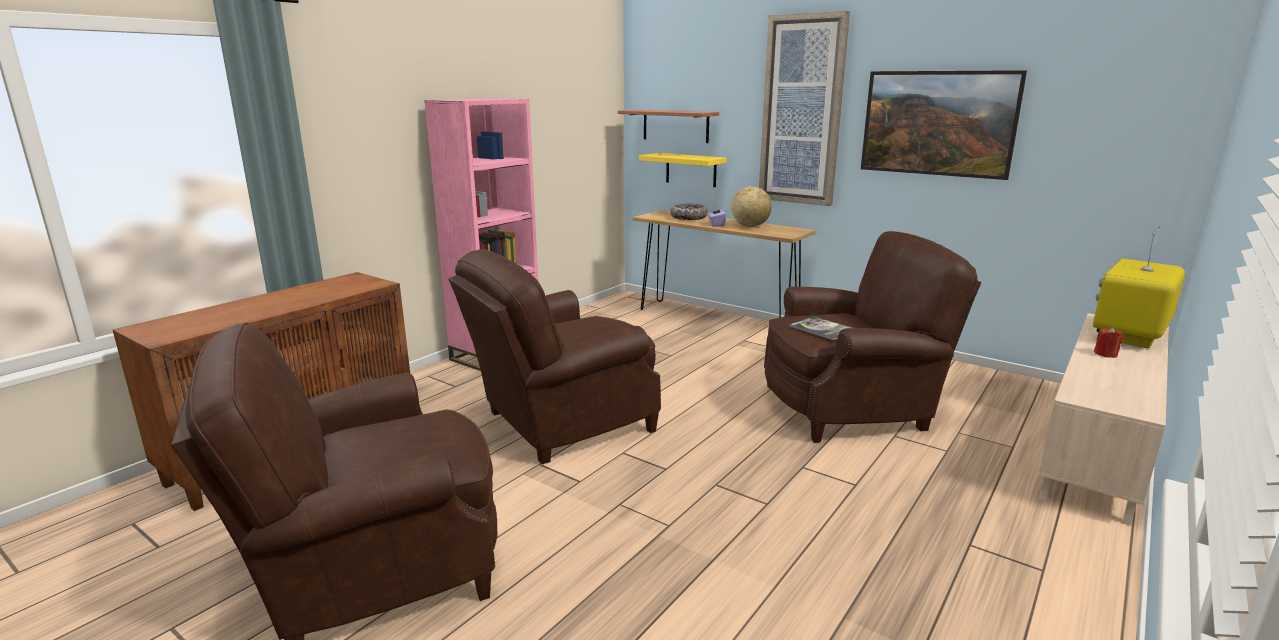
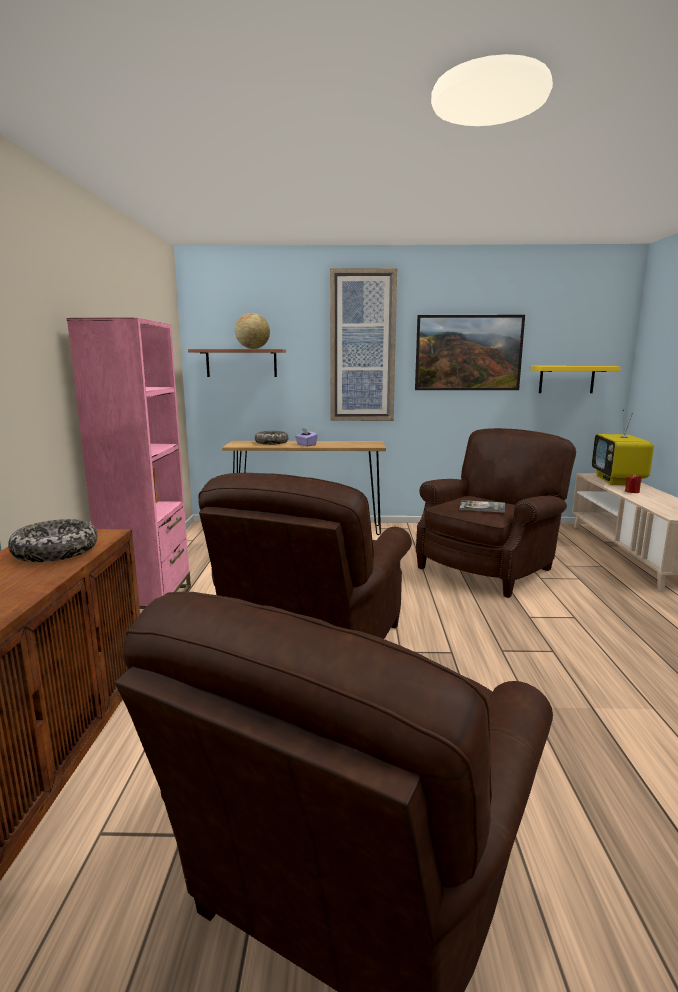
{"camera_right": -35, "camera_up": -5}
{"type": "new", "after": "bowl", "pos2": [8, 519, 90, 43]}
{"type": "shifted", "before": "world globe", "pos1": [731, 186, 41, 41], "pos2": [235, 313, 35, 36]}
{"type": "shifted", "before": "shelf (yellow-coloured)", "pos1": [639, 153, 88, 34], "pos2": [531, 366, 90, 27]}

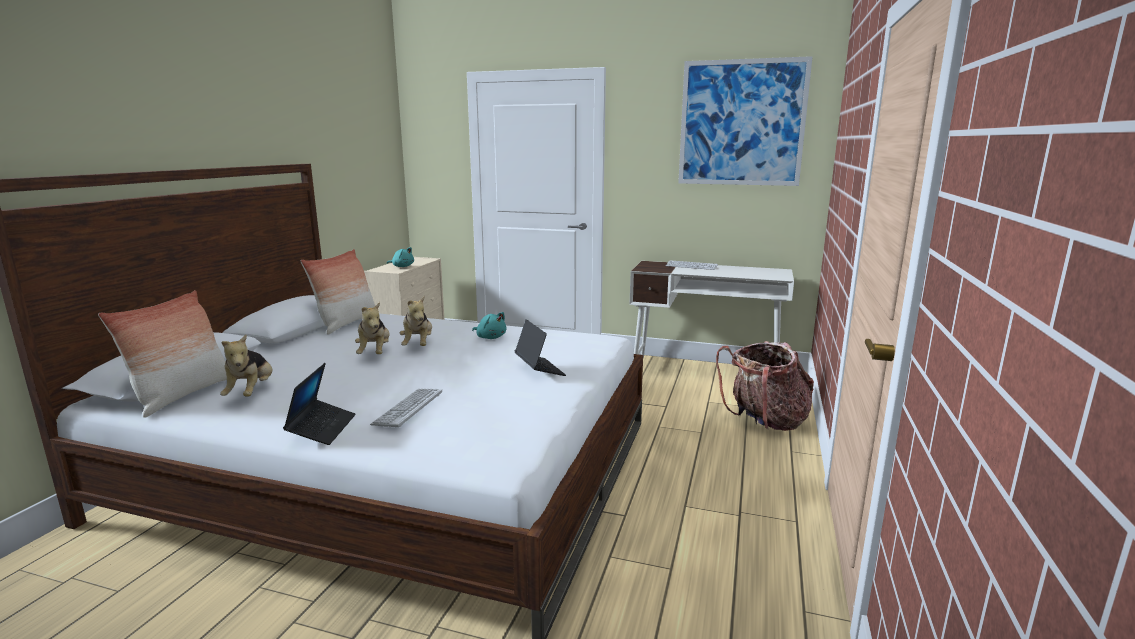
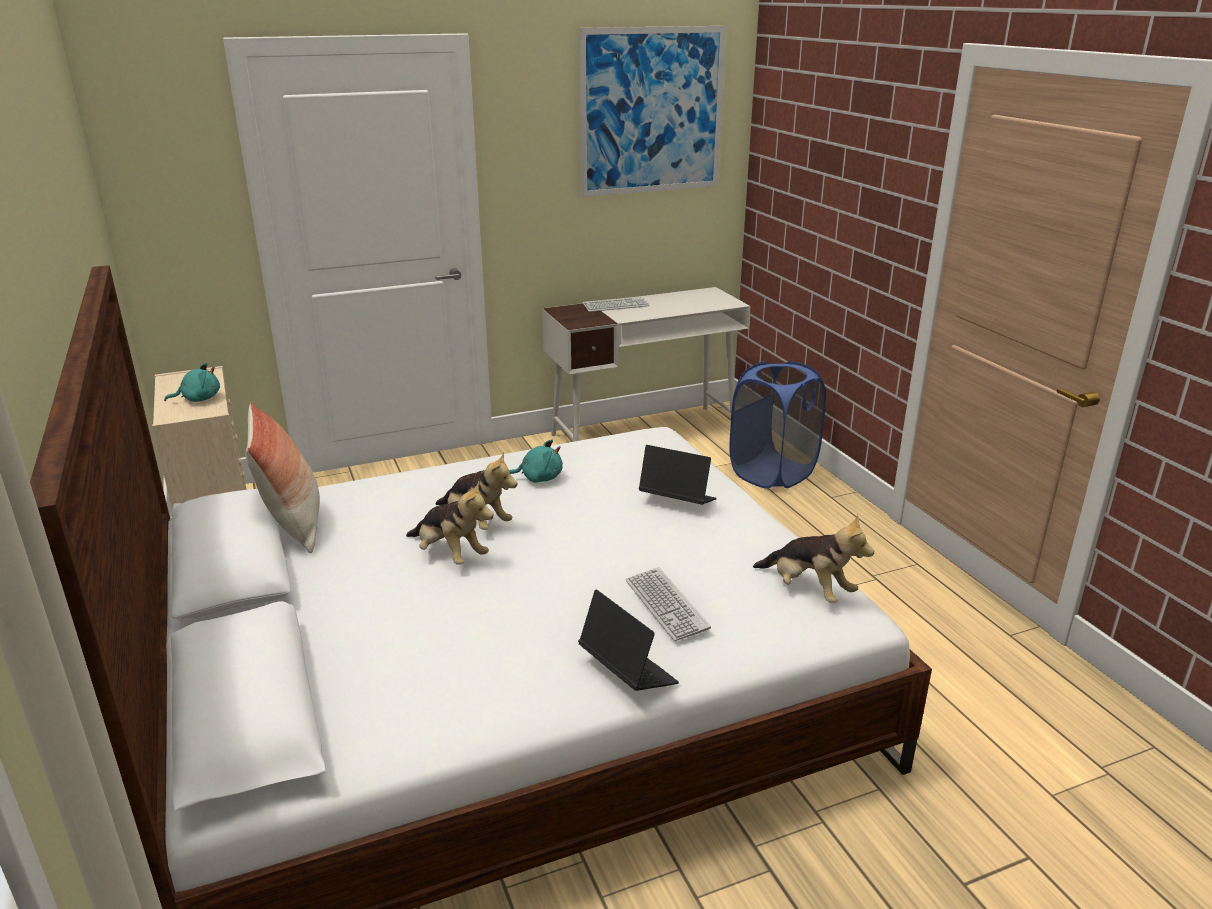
{"camera_right": -40, "camera_up": 10}
{"type": "swapped", "before": "rucksack", "after": "laundry basket (bluish)", "pos1": [716, 341, 98, 90], "pos2": [729, 362, 97, 127]}
{"type": "shifted", "before": "cuddly toy", "pos1": [220, 335, 52, 62], "pos2": [753, 515, 121, 88]}
{"type": "gone", "before": "cushion", "pos1": [98, 290, 129, 128]}

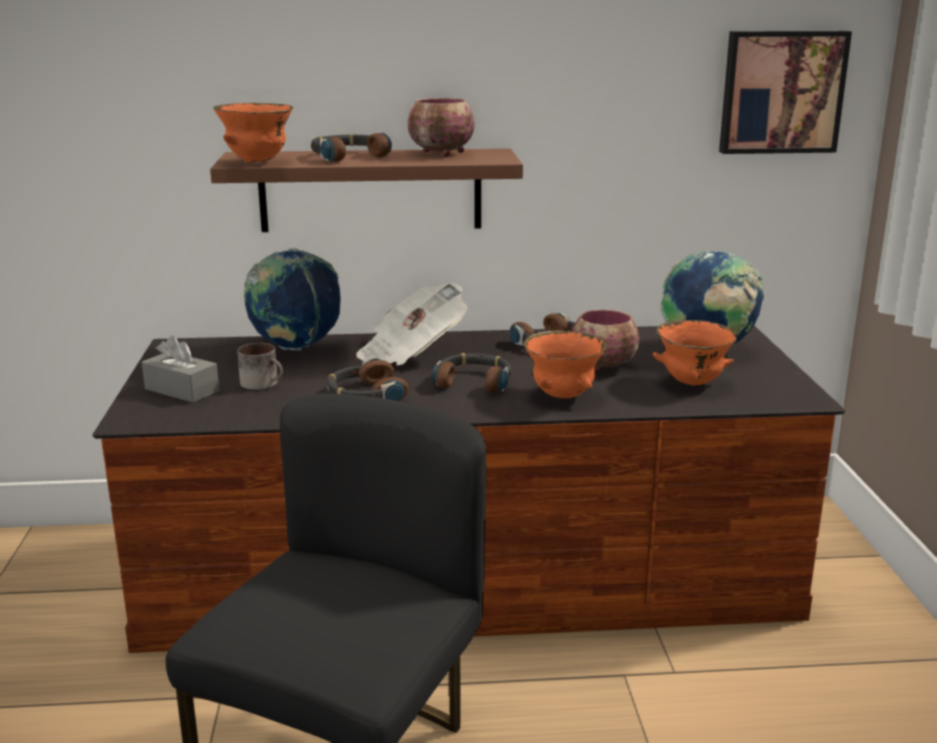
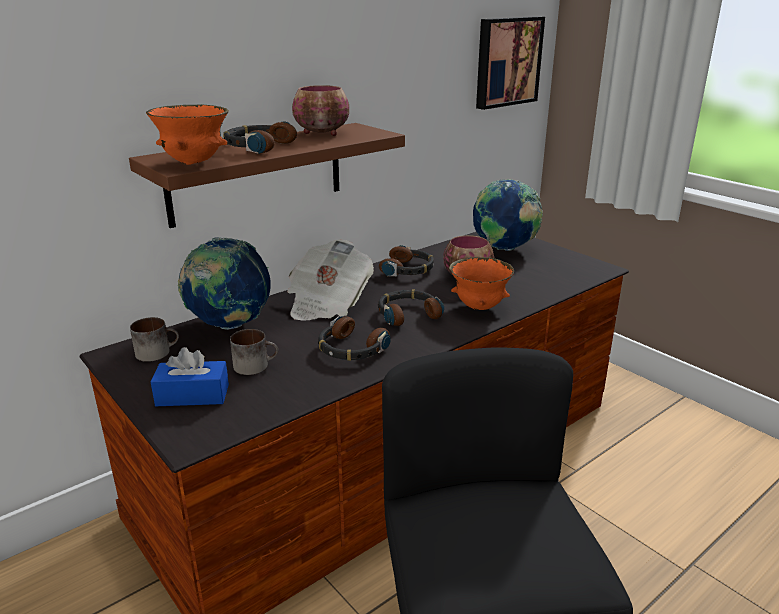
{"camera_right": -35, "camera_up": 5}
{"type": "new", "after": "mug", "pos2": [130, 317, 49, 45]}
{"type": "repainted", "before": "box of tissues (grey)", "after": "box of tissues (bluish)", "pos1": [142, 336, 77, 67], "pos2": [151, 347, 78, 59]}
{"type": "gone", "before": "bowl (orange-coloured)", "pos1": [653, 320, 85, 65]}

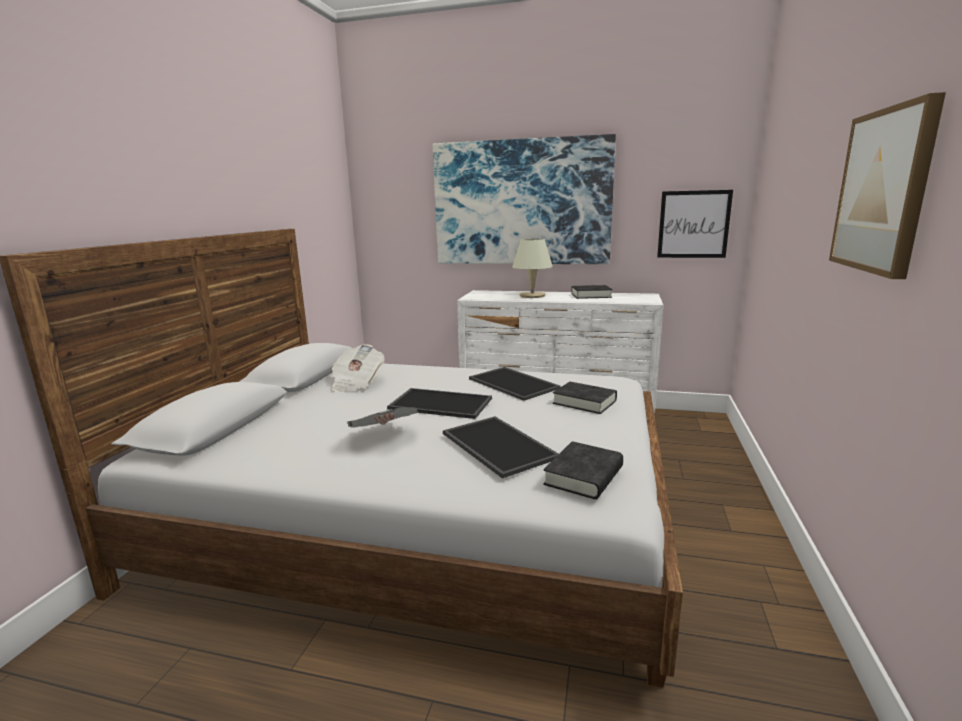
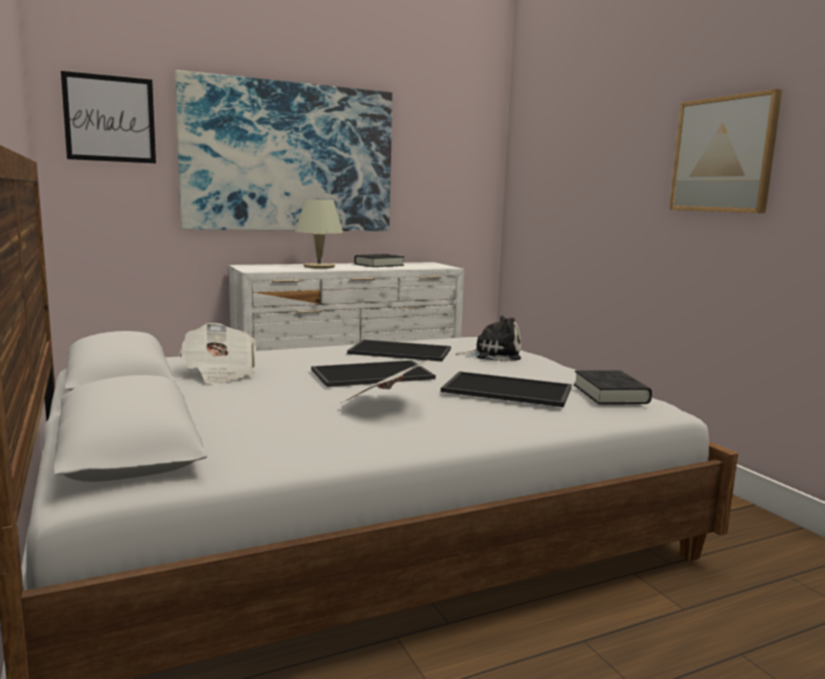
{"camera_right": -40, "camera_up": -5}
{"type": "shifted", "before": "wall art", "pos1": [657, 190, 76, 68], "pos2": [61, 71, 95, 92]}
{"type": "swapped", "before": "bound book (black-coloured)", "after": "cuddly toy", "pos1": [553, 382, 64, 32], "pos2": [456, 316, 65, 46]}

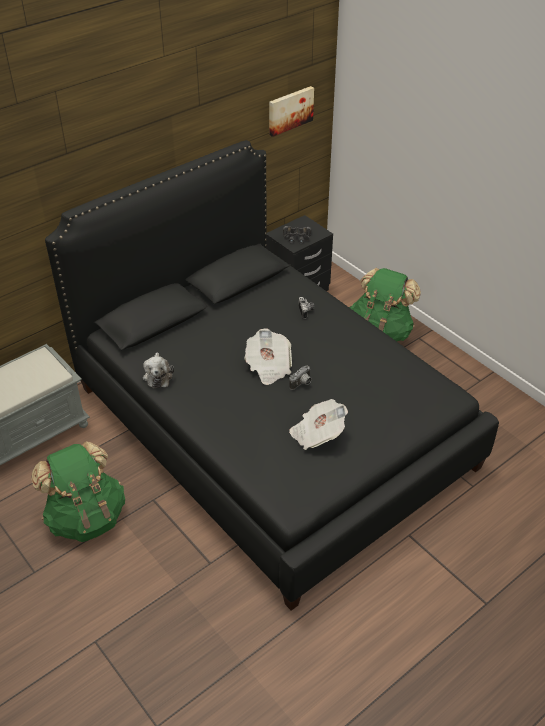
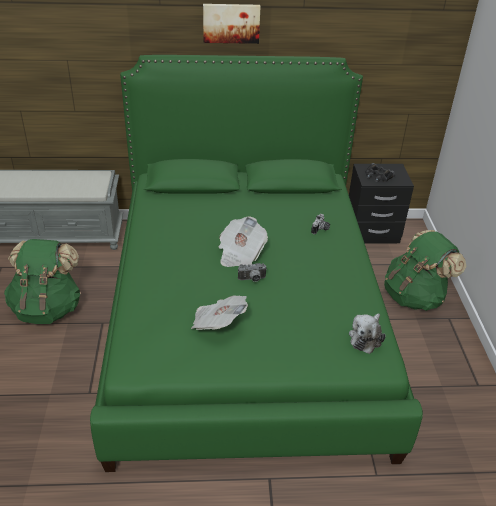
{"camera_right": 35, "camera_up": -5}
{"type": "repainted", "before": "bedroom bed (black-coloured)", "after": "bedroom bed (green-coloured)", "pos1": [45, 140, 454, 471], "pos2": [90, 55, 333, 417]}
{"type": "shifted", "before": "wall art", "pos1": [269, 86, 45, 51], "pos2": [203, 4, 58, 40]}
{"type": "shifted", "before": "cuddly toy", "pos1": [143, 352, 31, 36], "pos2": [349, 313, 37, 41]}

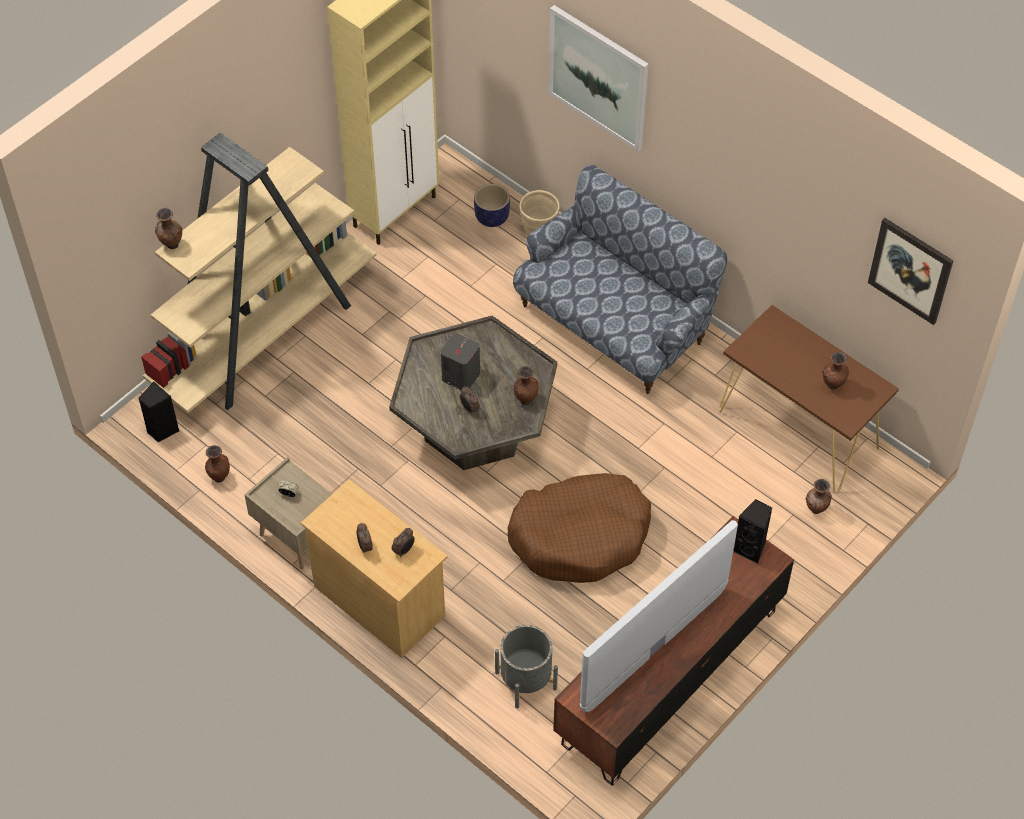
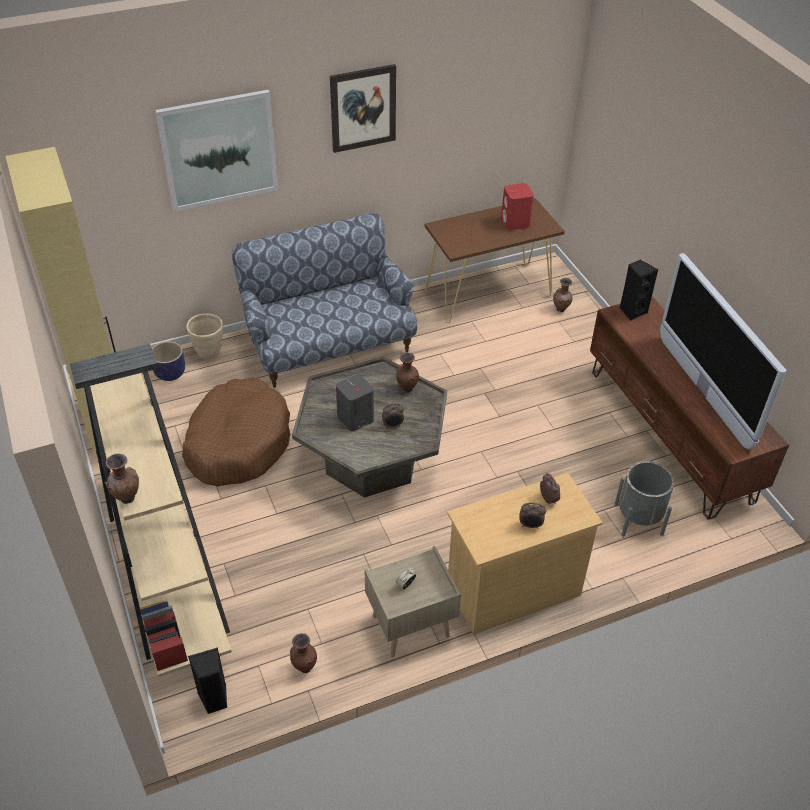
{"camera_right": -65, "camera_up": -10}
{"type": "shifted", "before": "pet bed (brownish)", "pos1": [508, 473, 143, 110], "pos2": [182, 377, 108, 109]}
{"type": "shifted", "before": "wall art", "pos1": [868, 218, 86, 107], "pos2": [330, 64, 66, 89]}
{"type": "swapped", "before": "vase (brownish)", "after": "speaker (red-coloured)", "pos1": [822, 352, 27, 38], "pos2": [501, 183, 33, 47]}

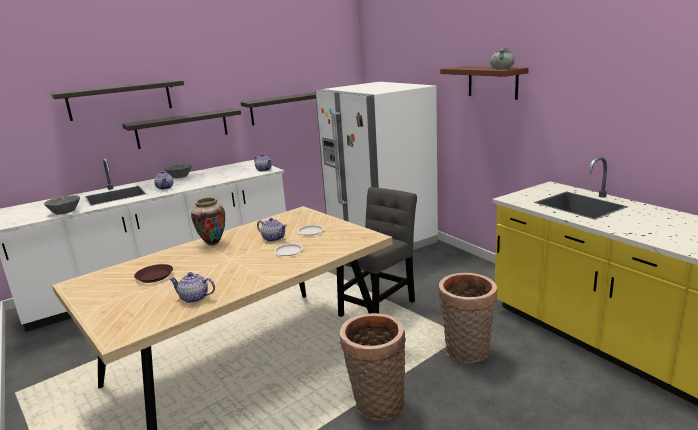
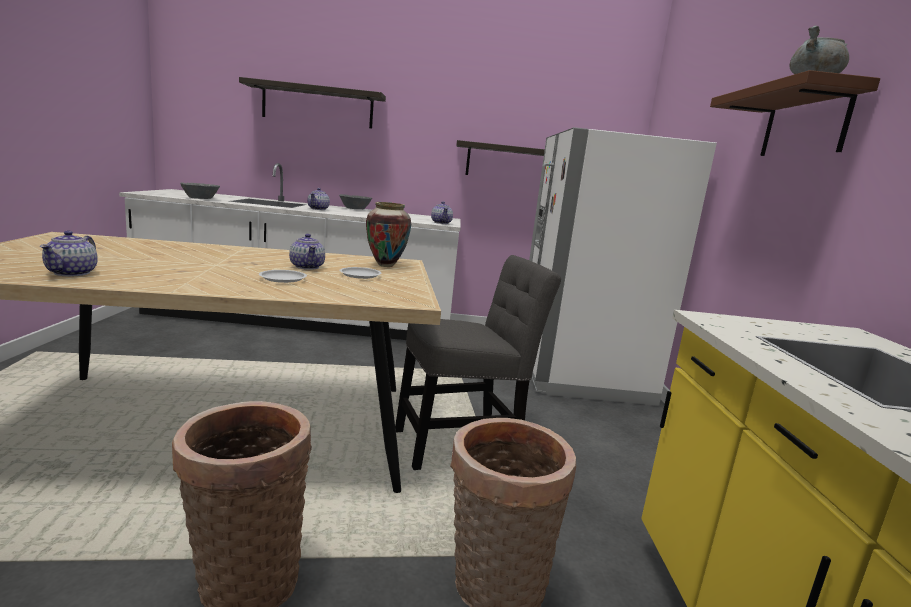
{"camera_right": 30, "camera_up": -5}
{"type": "rotated", "before": "teapot", "pos1": [169, 272, 46, 31], "pos2": [40, 230, 58, 46], "turn": -135}
{"type": "shifted", "before": "vase", "pos1": [191, 198, 34, 48], "pos2": [366, 202, 45, 65]}
{"type": "gone", "before": "shelf", "pos1": [122, 108, 119, 41]}
{"type": "gone", "before": "dinner plate (brownish)", "pos1": [134, 264, 39, 19]}

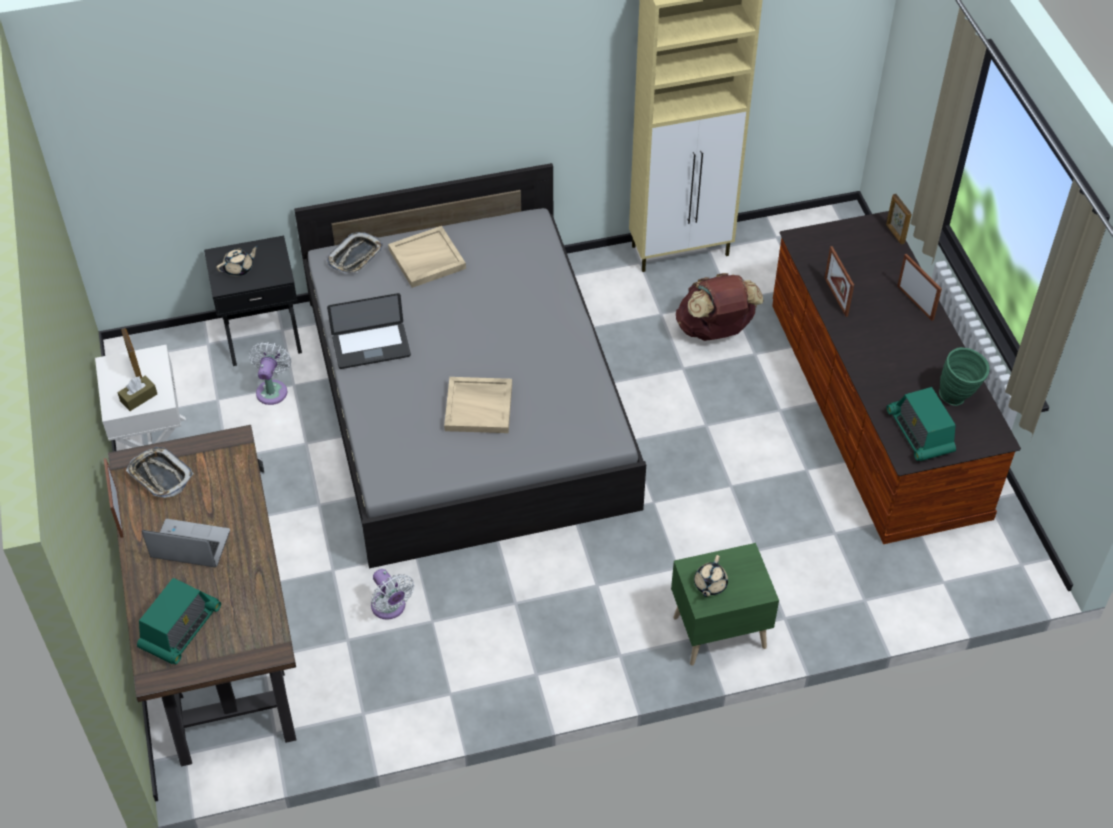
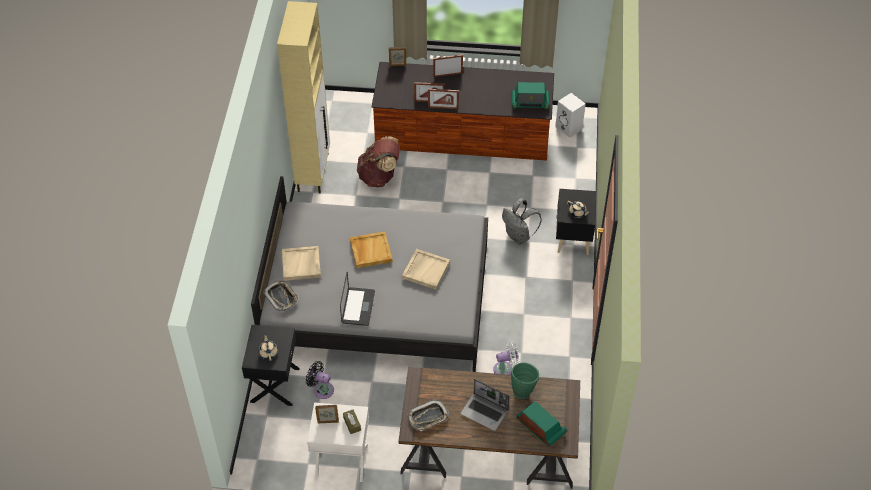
{"camera_right": -70, "camera_up": 0}
{"type": "repainted", "before": "cooling fan (whitish)", "after": "cooling fan (black-coloured)", "pos1": [249, 342, 42, 63], "pos2": [306, 361, 28, 38]}
{"type": "new", "after": "tray (beige)", "pos2": [350, 232, 42, 36]}
{"type": "shifted", "before": "standing frame", "pos1": [104, 458, 19, 80], "pos2": [428, 89, 31, 20]}
{"type": "rotated", "before": "portable computer", "pos1": [142, 519, 88, 48], "pos2": [460, 379, 50, 52], "turn": -90}
{"type": "new", "after": "rucksack (grey)", "pos2": [502, 198, 39, 46]}
{"type": "shifted", "before": "vase (green-coloured)", "pos1": [939, 347, 51, 59], "pos2": [511, 362, 28, 37]}
{"type": "new", "after": "speaker (whitish)", "pos2": [555, 93, 31, 45]}
{"type": "repainted", "before": "bedside table (green-coloured)", "after": "bedside table (black-coloured)", "pos1": [671, 543, 108, 123], "pos2": [556, 189, 40, 66]}

